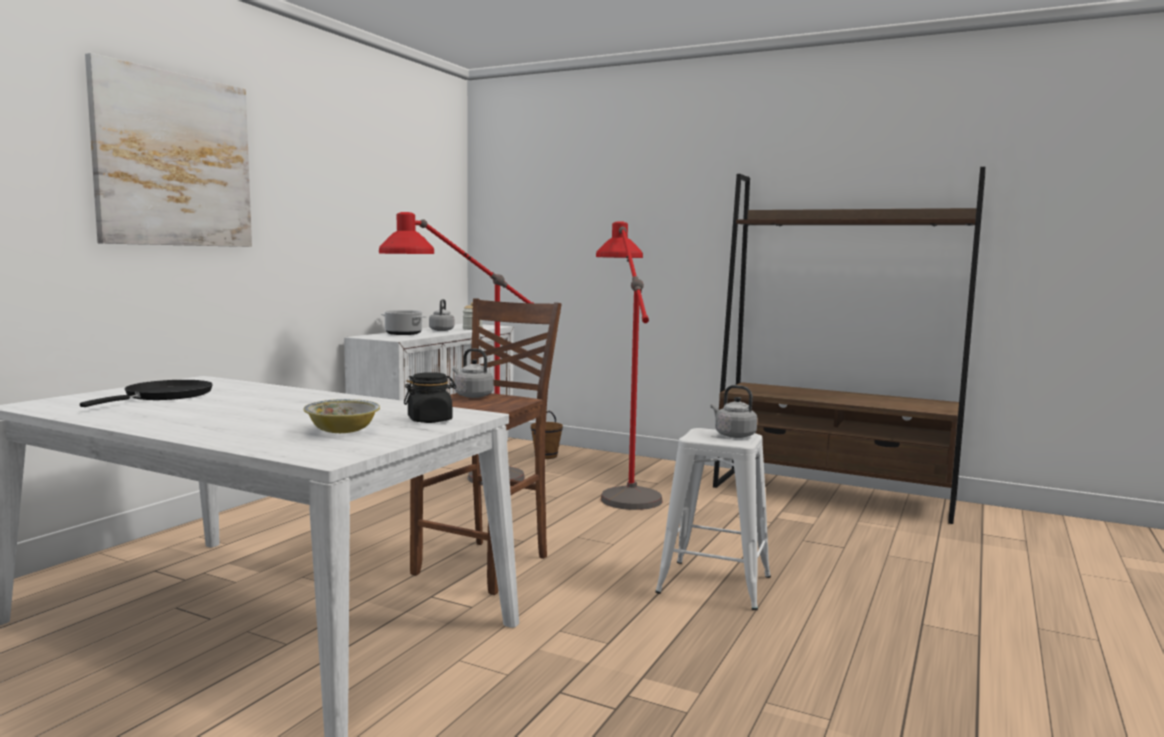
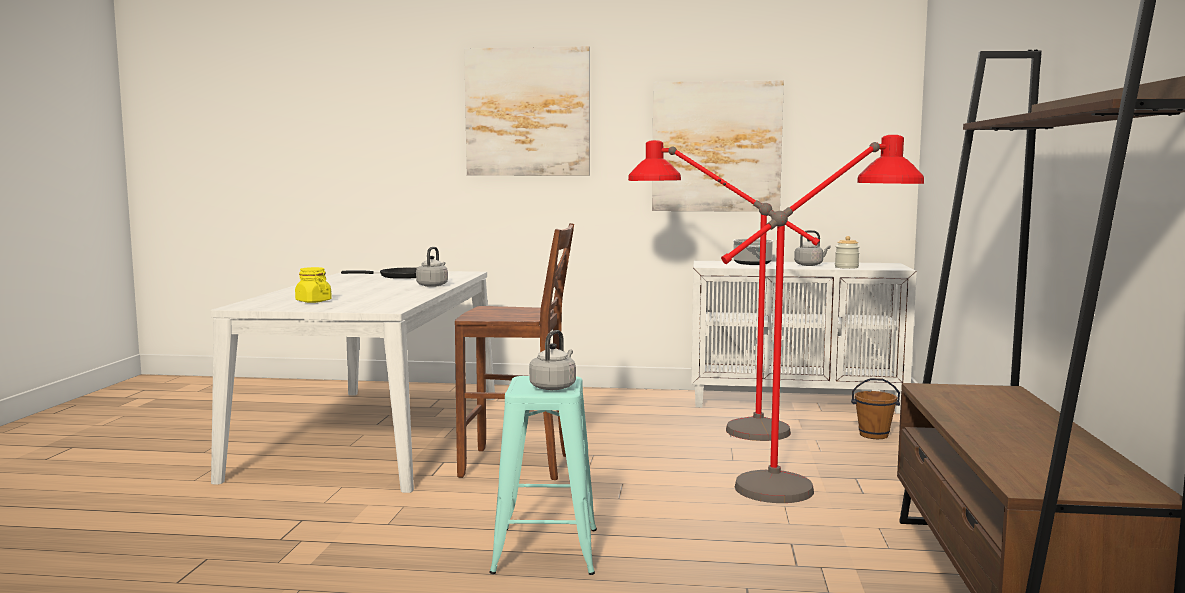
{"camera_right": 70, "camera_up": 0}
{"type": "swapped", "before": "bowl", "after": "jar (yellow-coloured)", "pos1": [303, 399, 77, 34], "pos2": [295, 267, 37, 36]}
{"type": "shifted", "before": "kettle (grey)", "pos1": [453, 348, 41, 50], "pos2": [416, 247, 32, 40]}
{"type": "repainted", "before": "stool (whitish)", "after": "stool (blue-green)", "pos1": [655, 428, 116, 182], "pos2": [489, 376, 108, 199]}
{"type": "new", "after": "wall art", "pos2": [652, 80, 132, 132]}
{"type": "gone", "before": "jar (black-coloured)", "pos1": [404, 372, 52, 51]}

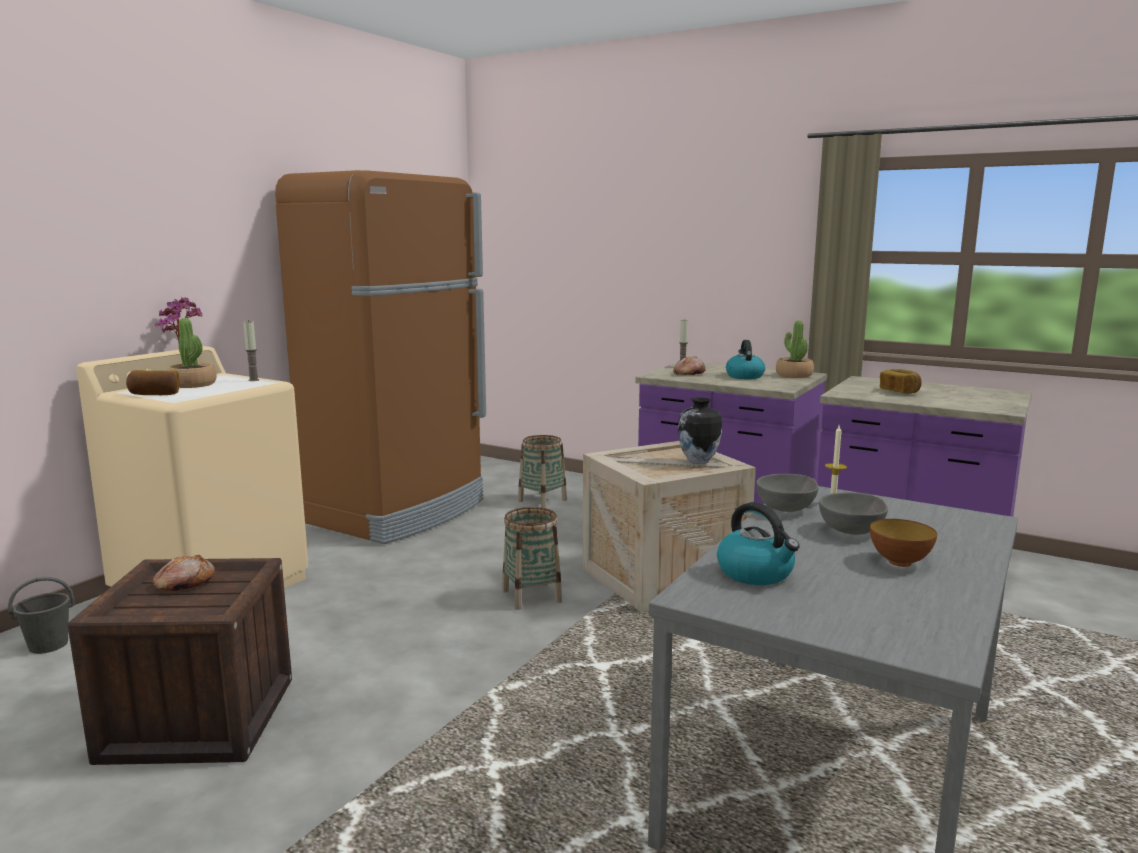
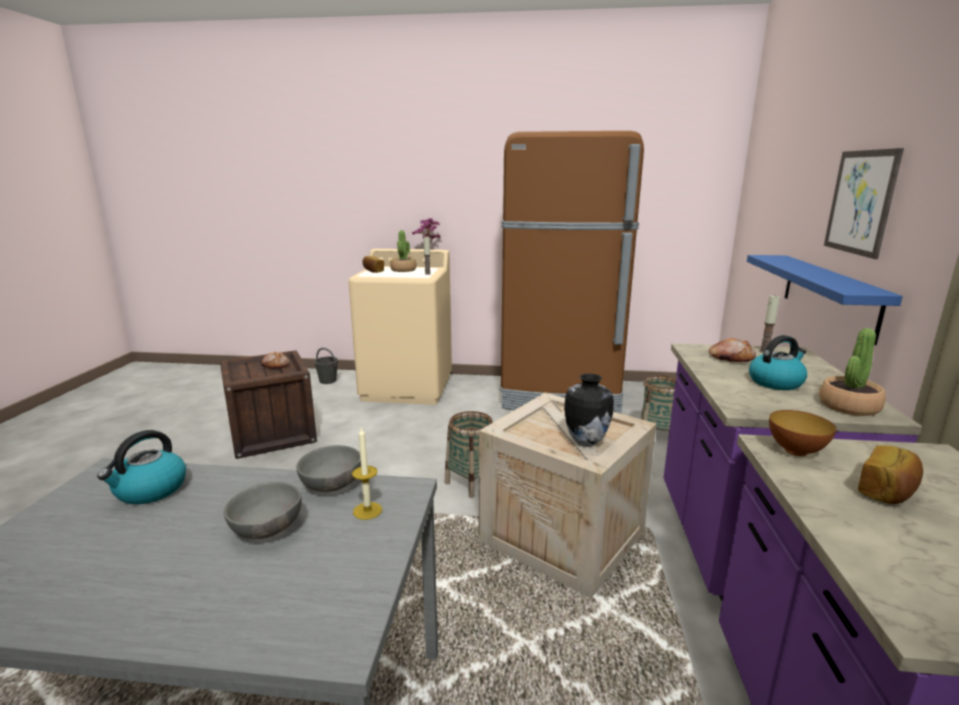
{"camera_right": 65, "camera_up": 5}
{"type": "new", "after": "shelf (bluish)", "pos2": [747, 255, 156, 90]}
{"type": "shifted", "before": "bowl", "pos1": [870, 519, 67, 48], "pos2": [769, 410, 67, 46]}
{"type": "new", "after": "wall art", "pos2": [824, 148, 80, 111]}

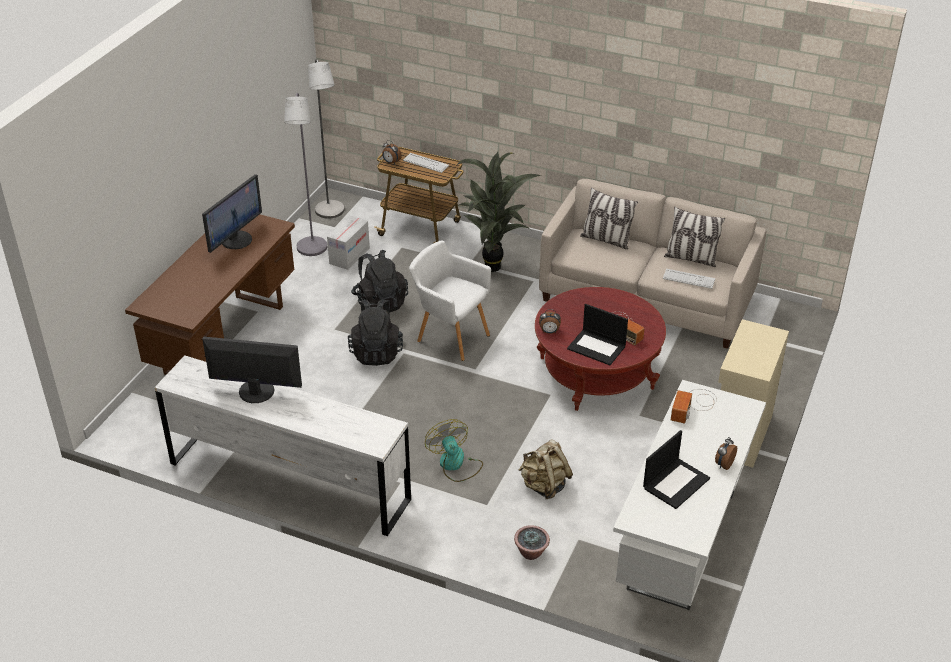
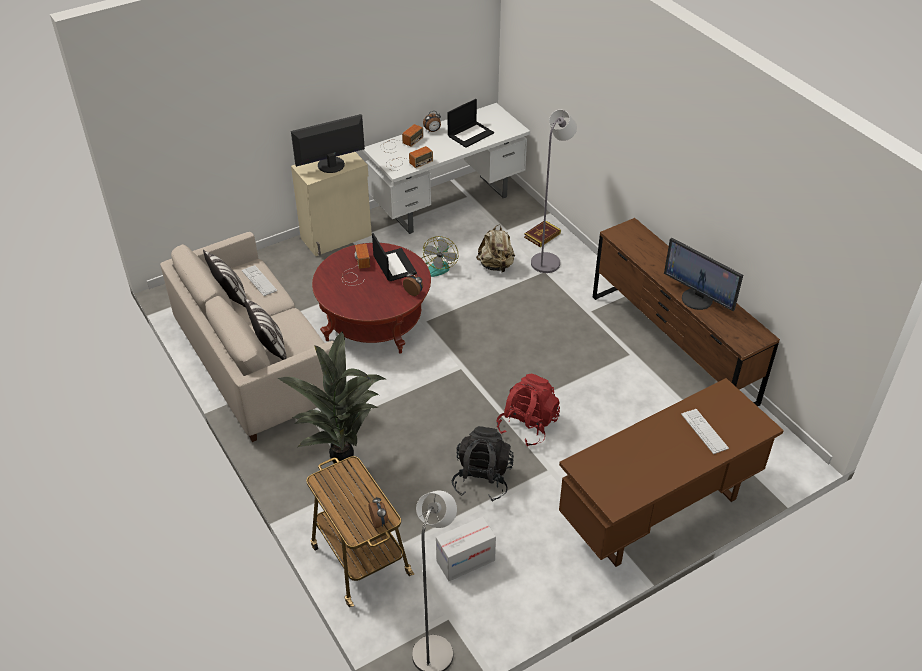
{"camera_right": -145, "camera_up": 5}
{"type": "shifted", "before": "computer display", "pos1": [202, 174, 60, 79], "pos2": [291, 114, 74, 59]}
{"type": "new", "after": "radio", "pos2": [380, 124, 43, 29]}
{"type": "shifted", "before": "cooling fan", "pos1": [425, 419, 58, 63], "pos2": [421, 236, 38, 41]}
{"type": "rotated", "before": "portable computer", "pos1": [643, 430, 67, 79], "pos2": [447, 99, 47, 49], "turn": 150}
{"type": "repainted", "before": "rucksack (black-coloured)", "after": "rucksack (red-coloured)", "pos1": [348, 299, 55, 67], "pos2": [497, 374, 63, 73]}
{"type": "swapped", "before": "potted plant", "after": "bound book", "pos1": [514, 525, 36, 35], "pos2": [524, 221, 37, 26]}
{"type": "shifted", "before": "floor lamp (grey)", "pos1": [284, 93, 43, 163], "pos2": [531, 110, 46, 163]}
{"type": "repainted", "before": "chest of drawers (whitish)", "after": "chest of drawers (brownish)", "pos1": [155, 355, 256, 181], "pos2": [593, 218, 187, 188]}
{"type": "shifted", "before": "keyboard", "pos1": [403, 153, 46, 20], "pos2": [681, 409, 48, 45]}
{"type": "gone", "before": "easy chair (whitish)", "pos1": [409, 241, 82, 120]}

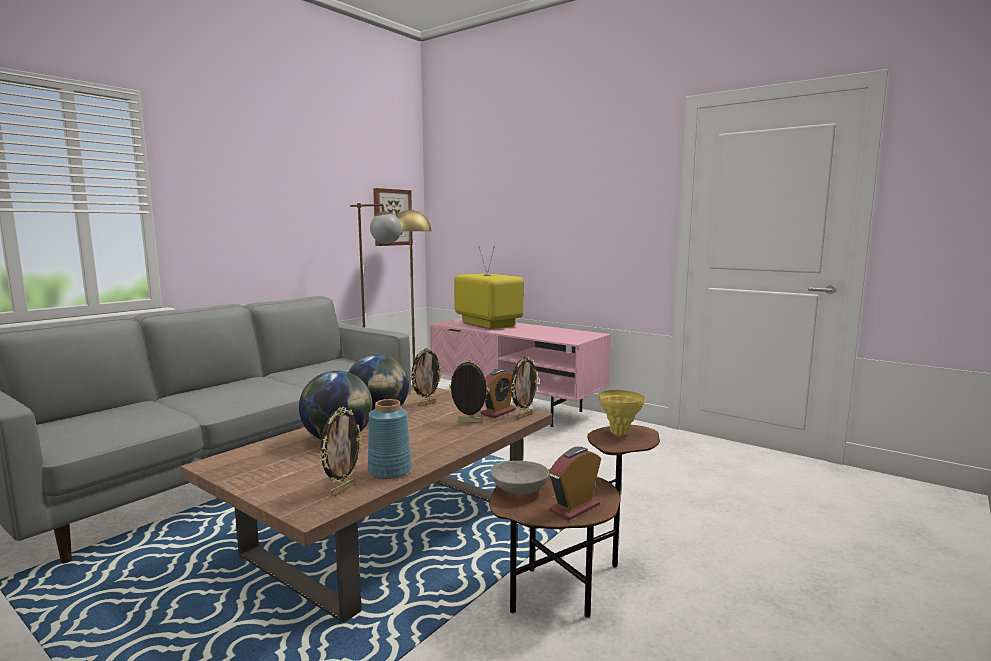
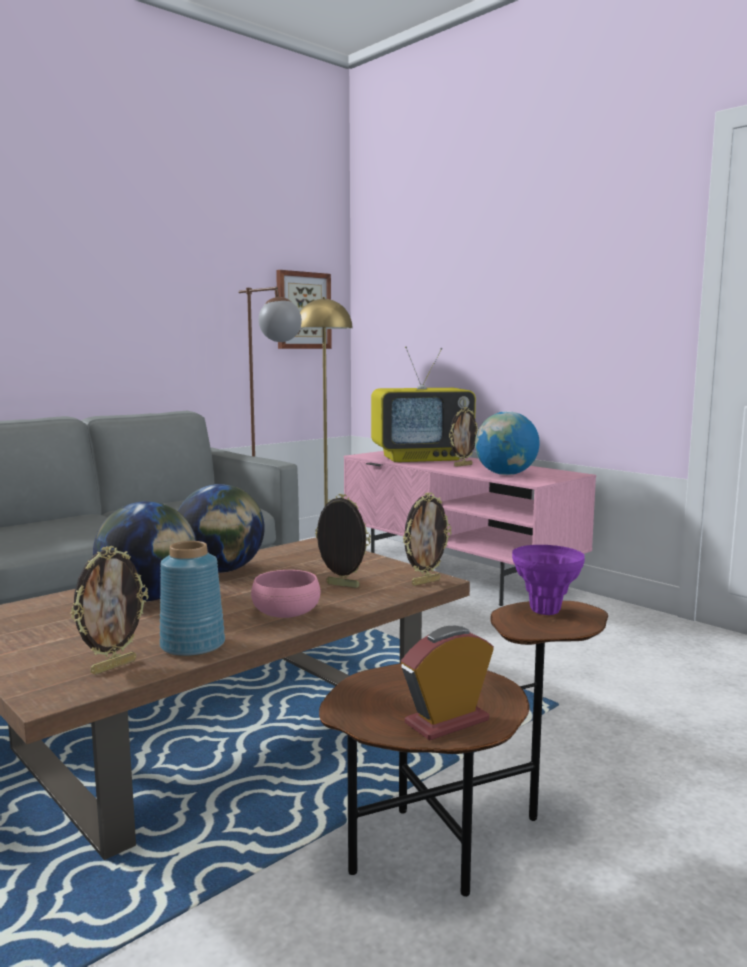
{"camera_right": 10, "camera_up": 0}
{"type": "new", "after": "bowl (pinkish)", "pos2": [251, 570, 70, 48]}
{"type": "rotated", "before": "TV", "pos1": [454, 246, 70, 83], "pos2": [371, 346, 105, 116], "turn": 105}
{"type": "shifted", "before": "standing frame", "pos1": [411, 347, 32, 60], "pos2": [449, 407, 29, 60]}
{"type": "new", "after": "world globe", "pos2": [475, 411, 65, 64]}
{"type": "repainted", "before": "vase (yellow-coloured)", "after": "vase (purple-coloured)", "pos1": [599, 390, 46, 45], "pos2": [512, 545, 73, 70]}
{"type": "gone", "before": "alarm clock", "pos1": [481, 369, 35, 49]}
{"type": "gone", "before": "bowl (grey)", "pos1": [490, 461, 59, 34]}

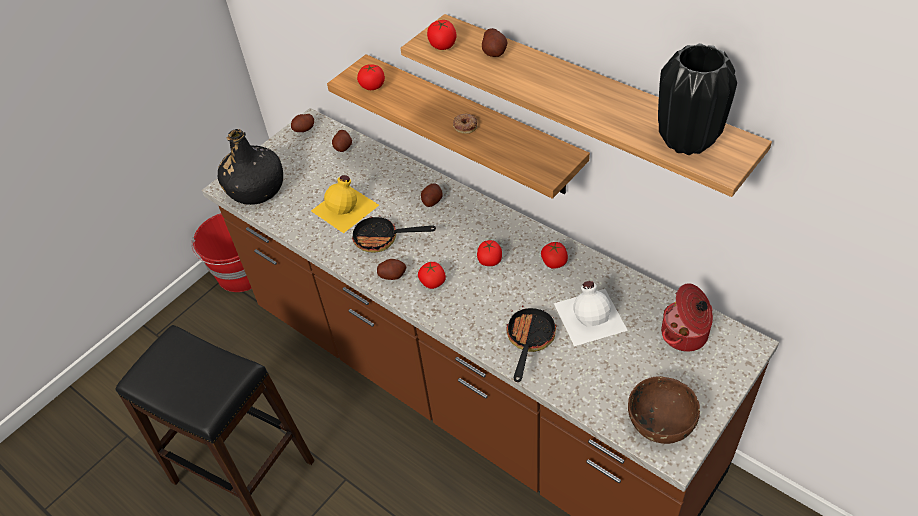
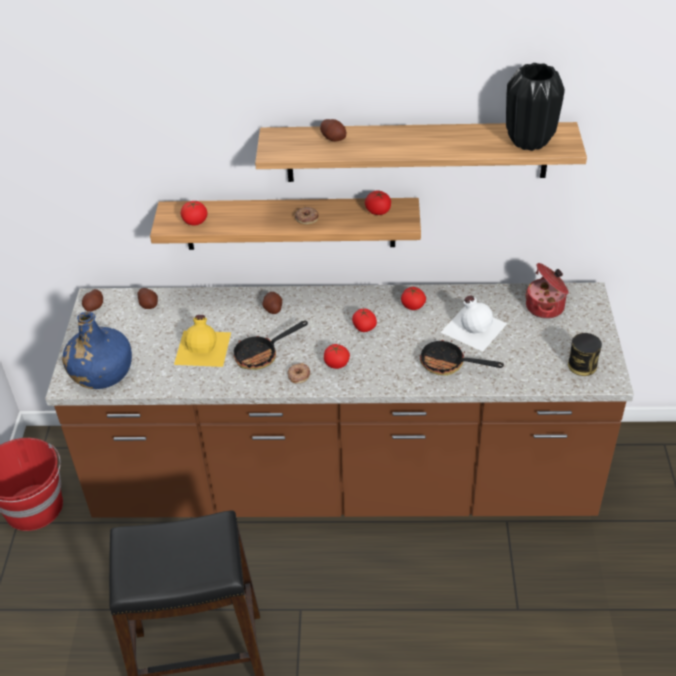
{"camera_right": -40, "camera_up": -5}
{"type": "repainted", "before": "beverage bottle (black-coloured)", "after": "beverage bottle (bluish)", "pos1": [218, 129, 65, 76], "pos2": [62, 311, 70, 78]}
{"type": "swapped", "before": "whole potato", "after": "donut", "pos1": [377, 259, 29, 21], "pos2": [287, 363, 23, 20]}
{"type": "shifted", "before": "fresh tomato", "pos1": [427, 20, 29, 30], "pos2": [365, 190, 26, 25]}
{"type": "rotated", "before": "frying pan", "pos1": [506, 306, 51, 76], "pos2": [420, 340, 84, 36], "turn": -45}
{"type": "swapped", "before": "bowl (brownish)", "after": "sealed can", "pos1": [628, 376, 72, 68], "pos2": [568, 333, 34, 43]}

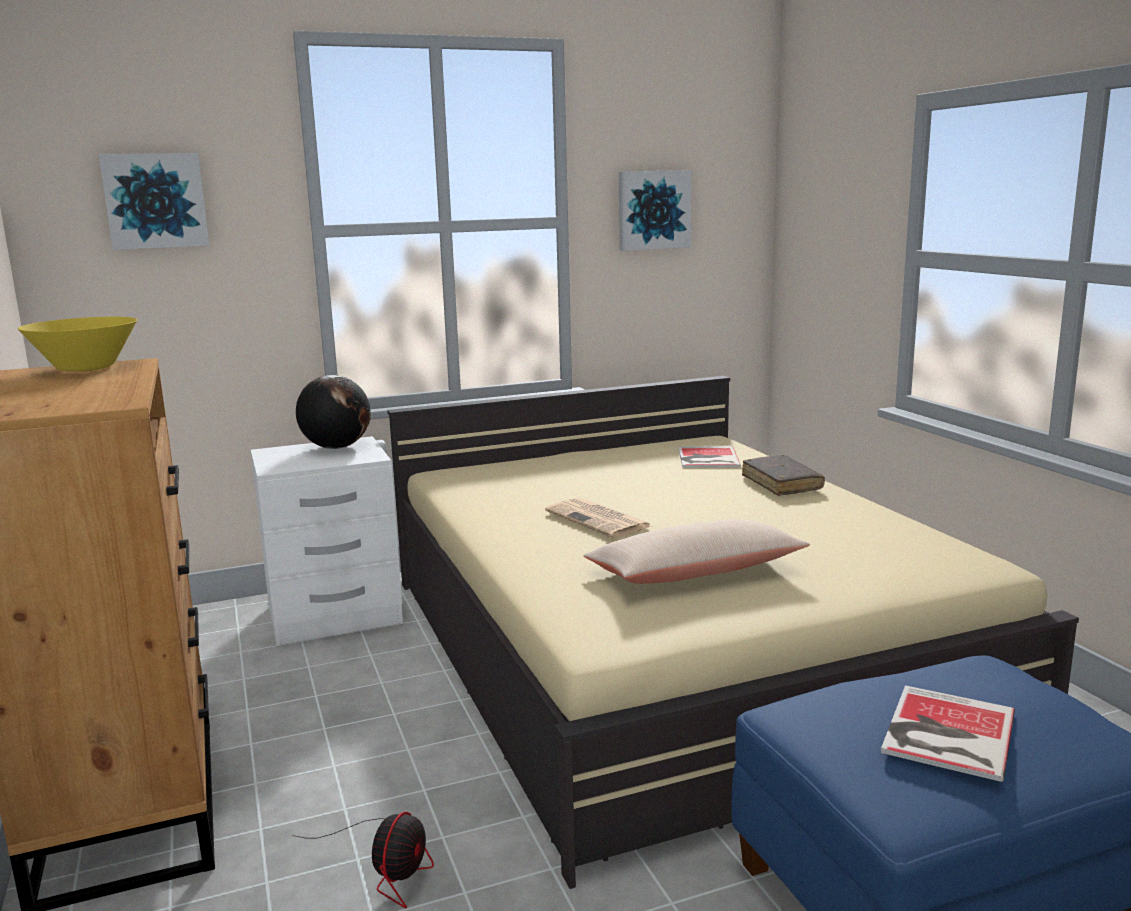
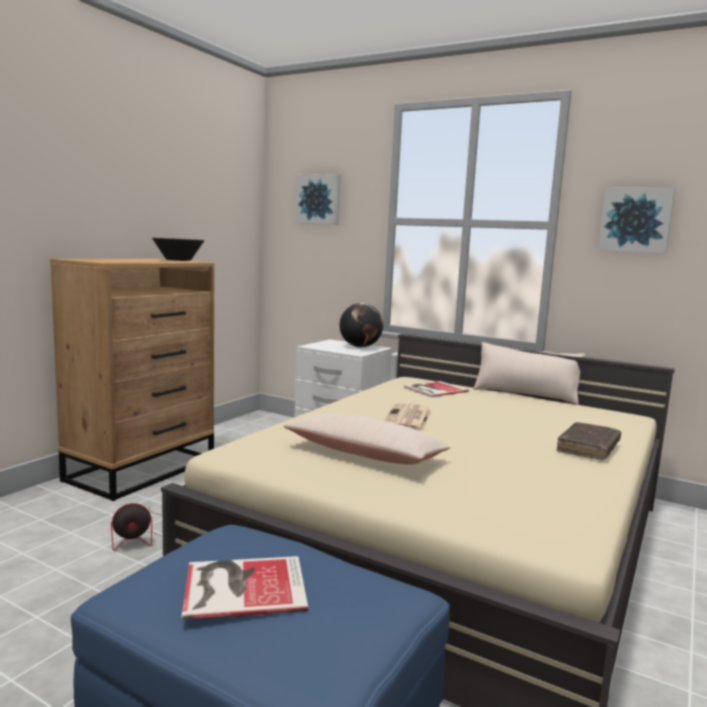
{"camera_right": 50, "camera_up": -5}
{"type": "repainted", "before": "bowl (yellow-coloured)", "after": "bowl (black-coloured)", "pos1": [18, 317, 119, 55], "pos2": [152, 238, 53, 23]}
{"type": "shifted", "before": "bound book", "pos1": [678, 446, 63, 22], "pos2": [404, 381, 65, 16]}
{"type": "new", "after": "cushion (beige)", "pos2": [473, 342, 112, 63]}

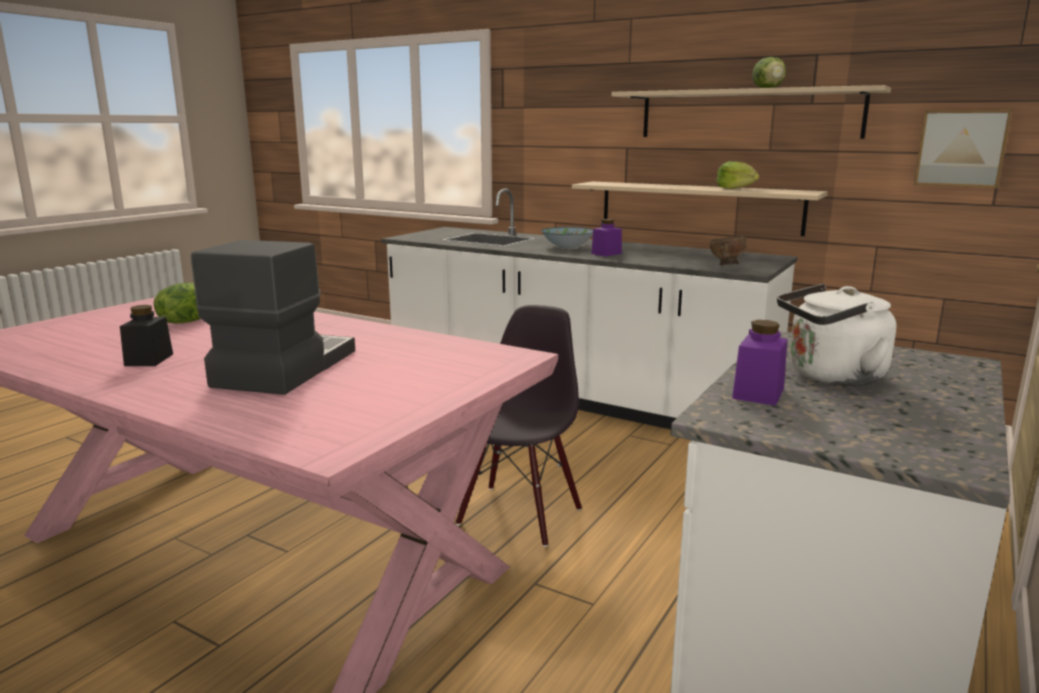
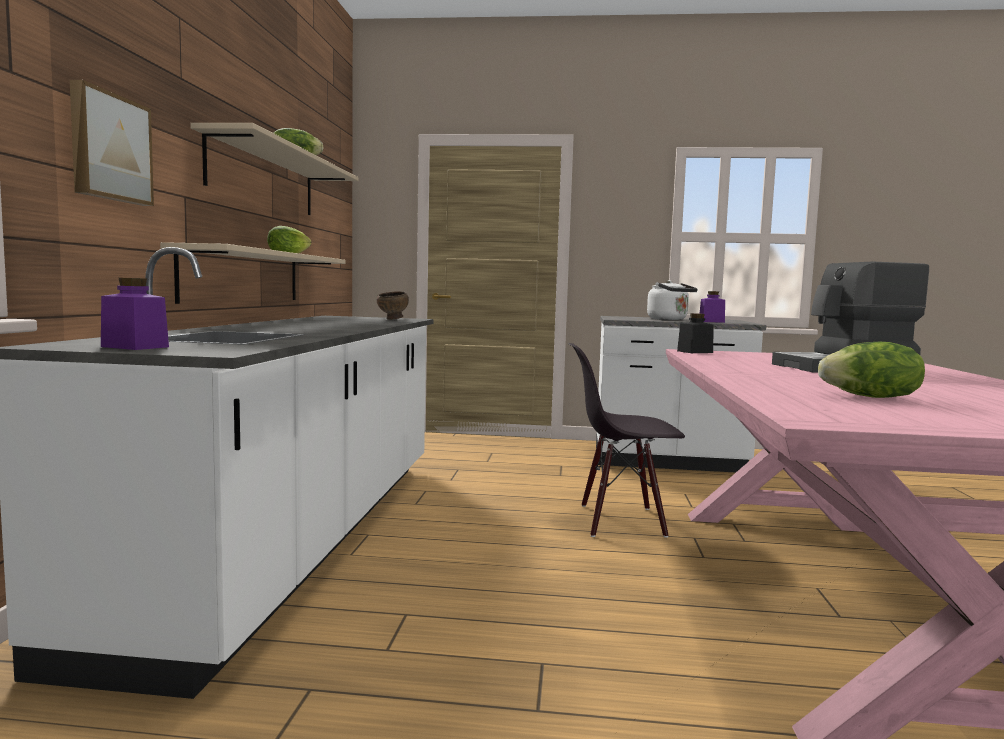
{"camera_right": -115, "camera_up": -10}
{"type": "shifted", "before": "wall art", "pos1": [914, 109, 98, 79], "pos2": [70, 80, 84, 126]}
{"type": "shifted", "before": "jar (purple-coloured)", "pos1": [591, 219, 31, 37], "pos2": [101, 278, 68, 72]}
{"type": "shifted", "before": "jar (black-coloured)", "pos1": [120, 305, 53, 61], "pos2": [677, 313, 37, 40]}
{"type": "gone", "before": "bowl", "pos1": [541, 227, 52, 21]}

